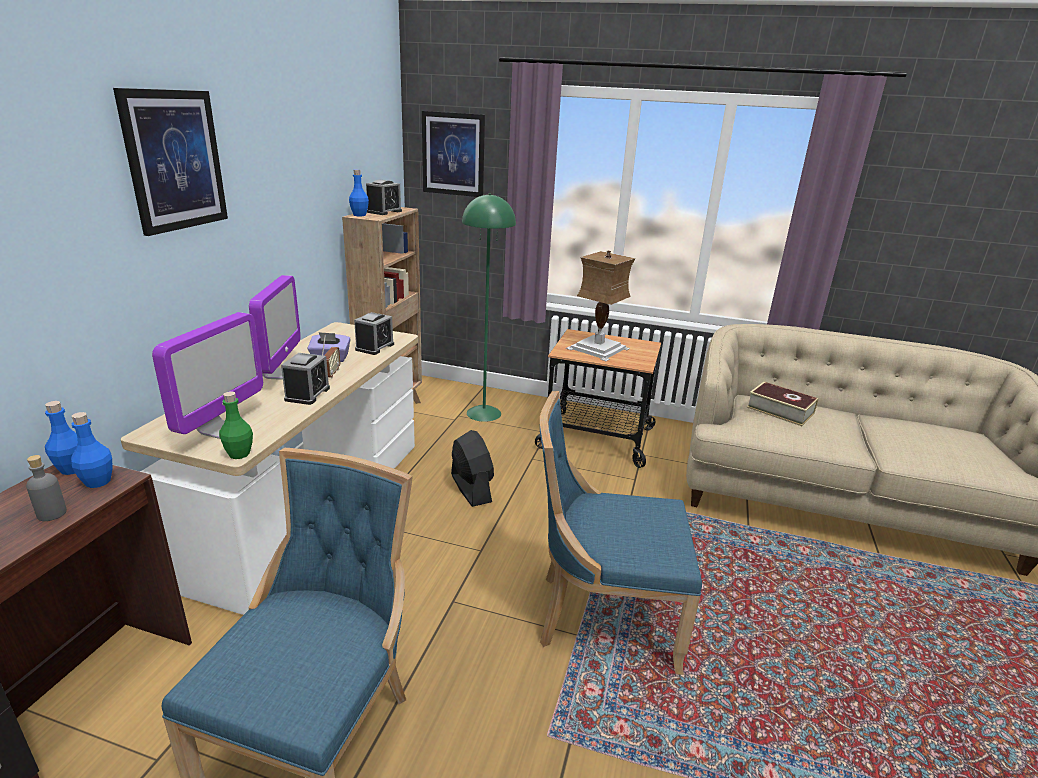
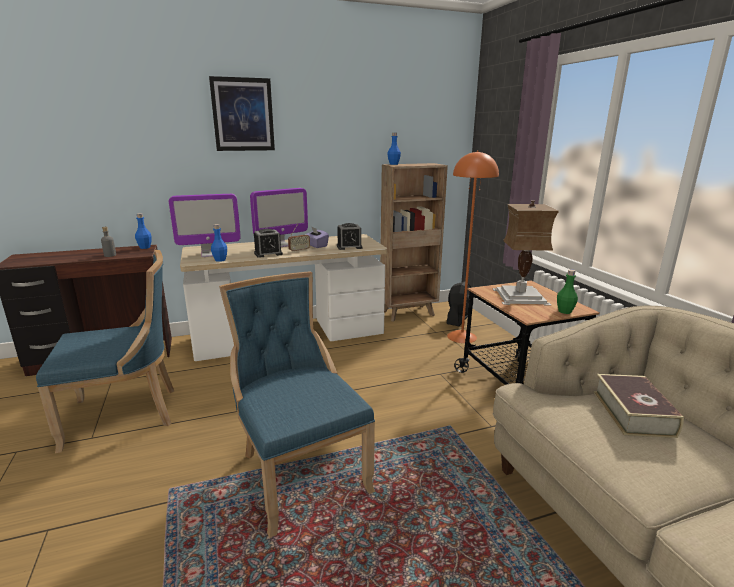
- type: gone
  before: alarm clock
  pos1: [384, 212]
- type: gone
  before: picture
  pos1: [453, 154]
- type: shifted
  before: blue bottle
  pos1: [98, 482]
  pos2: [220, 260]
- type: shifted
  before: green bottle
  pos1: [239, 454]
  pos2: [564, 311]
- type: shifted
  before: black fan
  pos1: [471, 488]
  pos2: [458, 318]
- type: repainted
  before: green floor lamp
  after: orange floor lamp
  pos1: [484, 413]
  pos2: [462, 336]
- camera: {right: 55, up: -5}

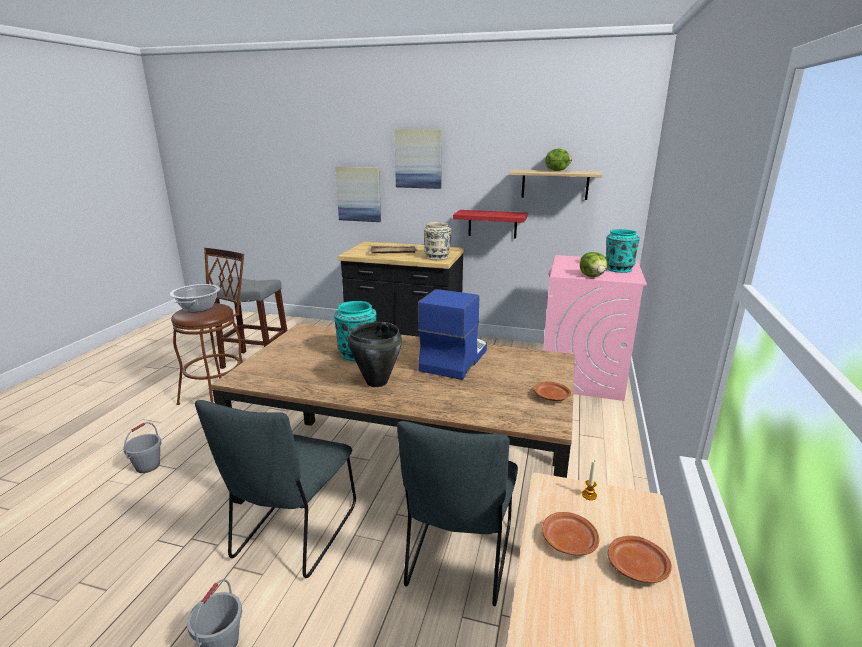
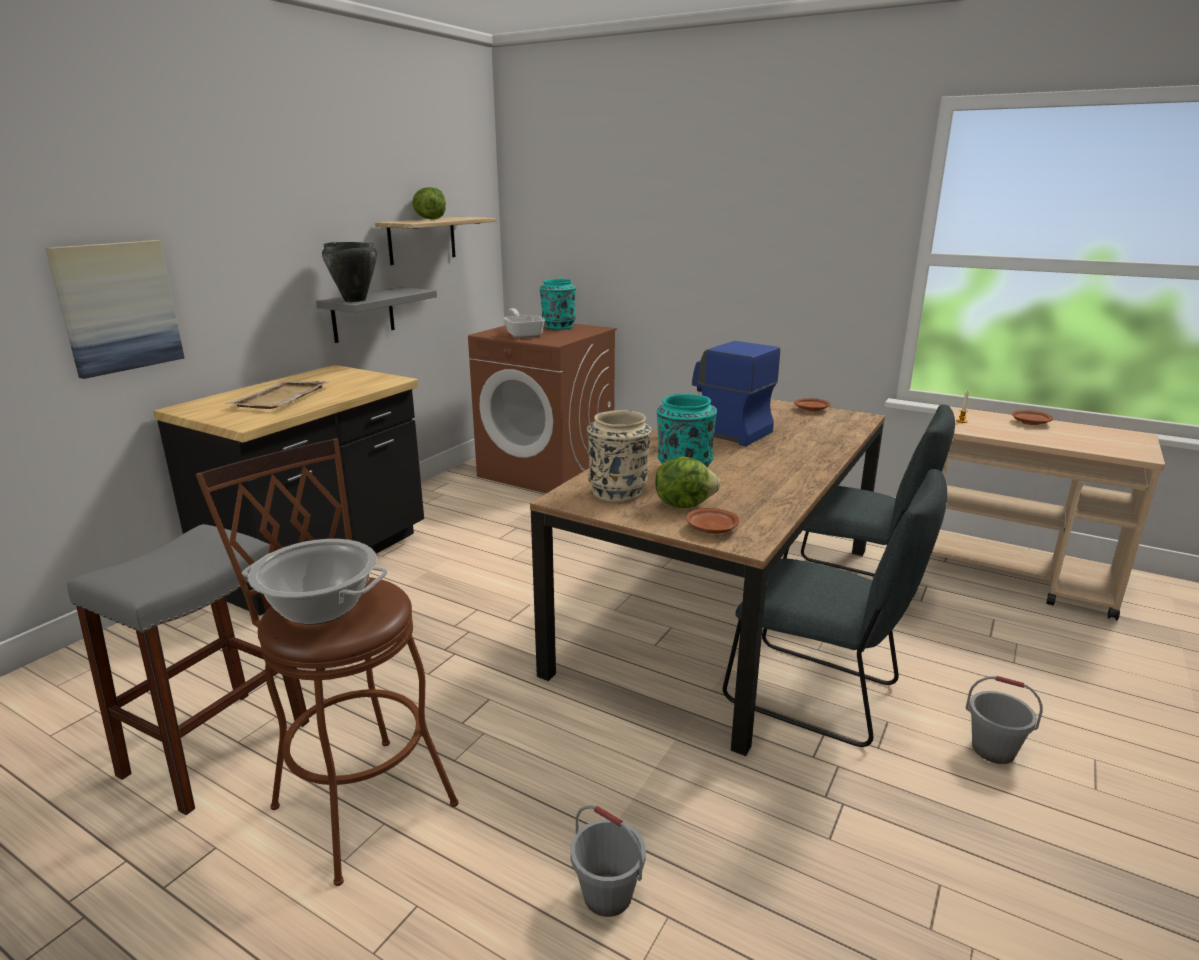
- type: gone
  before: picture
  pos1: [418, 159]
- type: new
  after: frying pan
  pos2: [523, 334]
- type: shifted
  before: black cooking pot
  pos1: [376, 382]
  pos2: [355, 300]
- type: shifted
  before: beige vase
  pos1: [437, 257]
  pos2: [618, 492]
- type: shifted
  before: brown plate
  pos1: [568, 541]
  pos2: [711, 529]
- type: shifted
  before: lettuce
  pos1: [592, 276]
  pos2: [683, 504]
- type: repainted
  before: red shelf
  after: grey shelf
  pos1: [492, 224]
  pos2: [363, 314]
- type: repainted
  before: pink washing machine
  after: brown washing machine
  pos1: [581, 376]
  pos2: [547, 471]
- camera: {right: -75, up: 0}

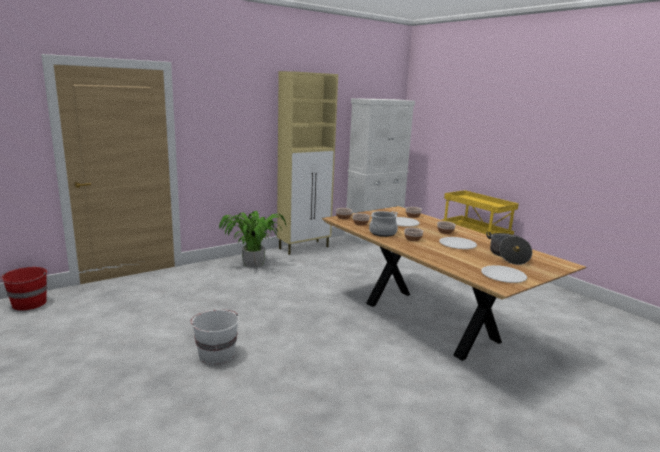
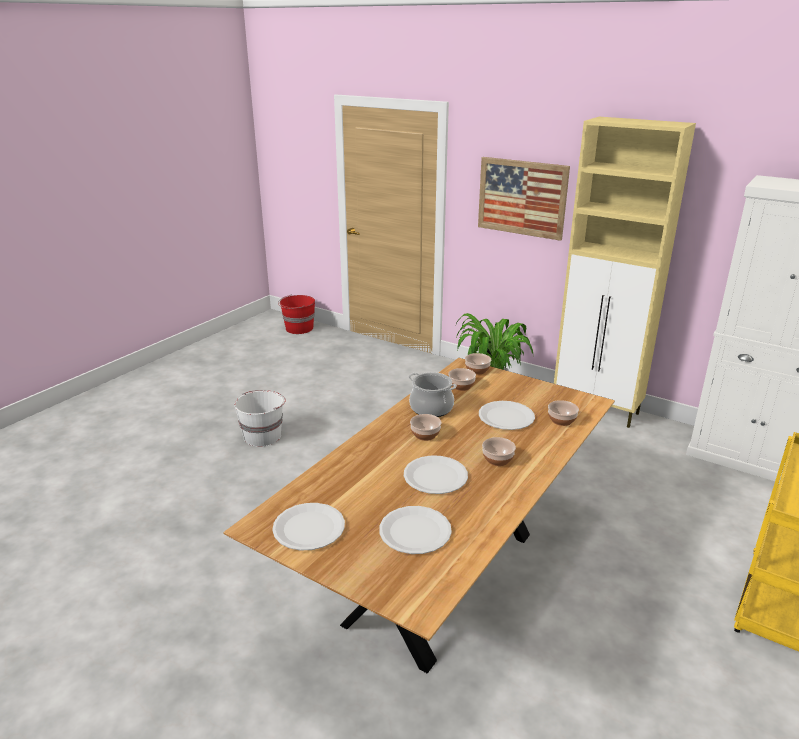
- type: new
  after: picture
  pos2: [522, 197]
- type: swapped
  before: cooking pot
  after: white plate
  pos1: [507, 256]
  pos2: [415, 532]
- camera: {right: 70, up: 10}

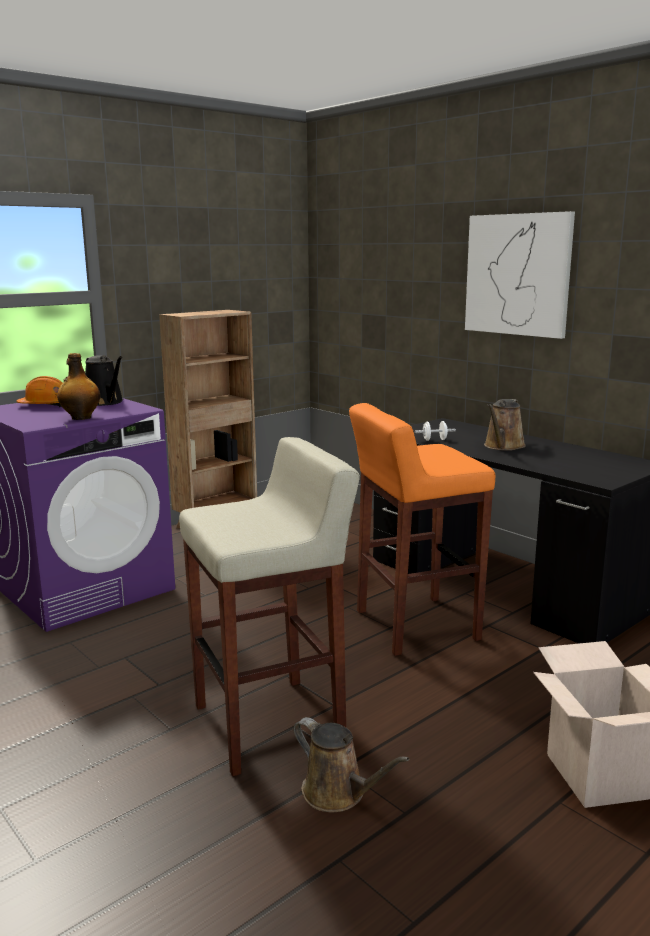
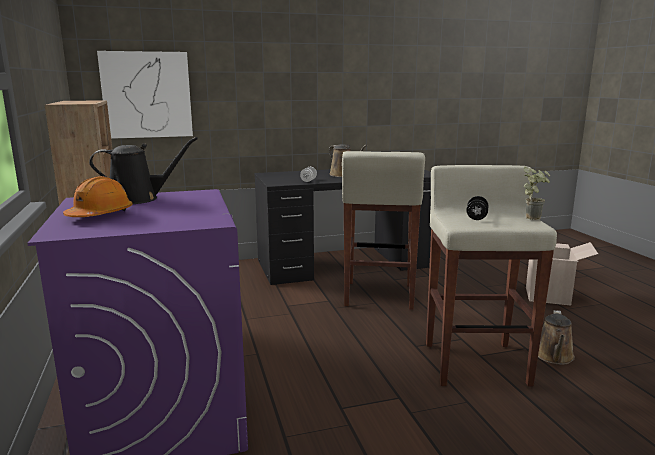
- type: gone
  before: bottle
  pos1: [80, 418]
- type: new
  after: black dumbbell
  pos2: [476, 218]
- type: new
  after: potted plant
  pos2: [533, 217]
- type: shifted
  before: picture
  pos1: [518, 274]
  pos2: [147, 95]
- type: repainted
  before: orange stool
  after: beige stool
  pos1: [414, 625]
  pos2: [378, 296]
- type: rotated
  before: brown watering can
  pos1: [338, 793]
  pos2: [554, 357]
  turn: 135
- camera: {right: -65, up: 0}

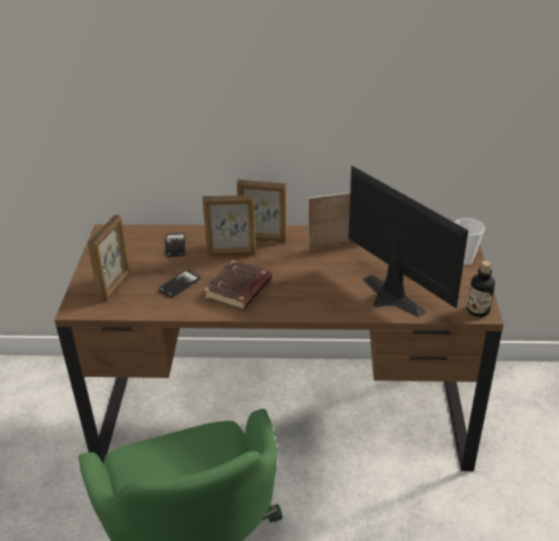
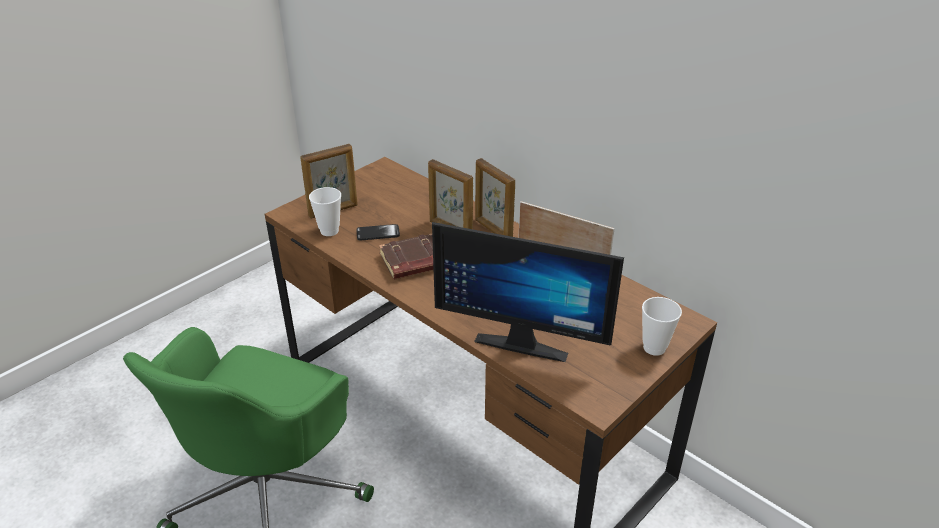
- type: gone
  before: phone
  pos1: [175, 245]
- type: gone
  before: bottle
  pos1: [478, 310]
- type: new
  after: cup
  pos2: [329, 231]
- type: rotated
  before: monitor
  pos1: [386, 299]
  pos2: [523, 340]
  turn: 105
- camera: {right: 40, up: 0}

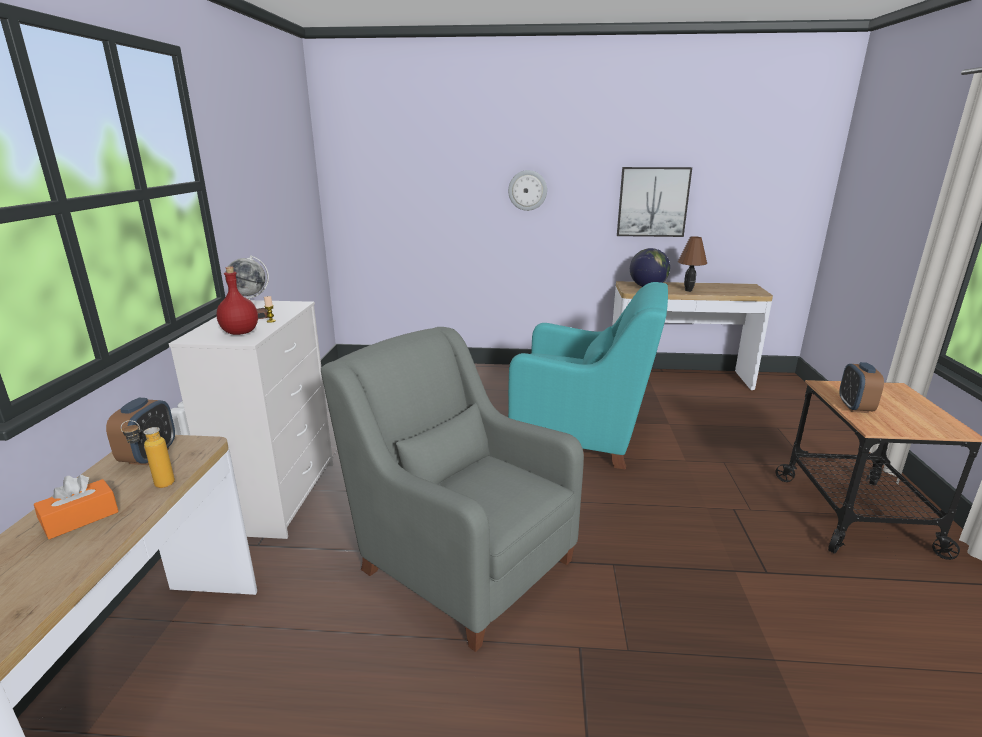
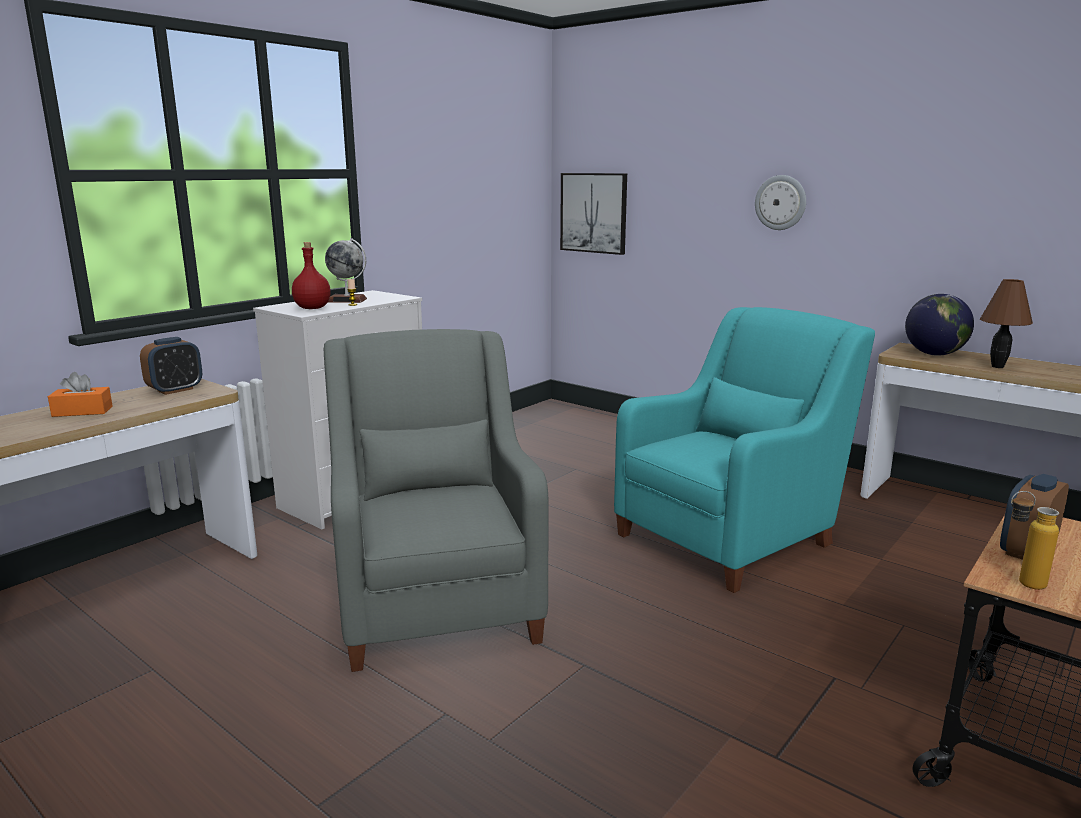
- type: shifted
  before: bottle
  pos1: [156, 485]
  pos2: [1020, 583]
- type: shifted
  before: picture
  pos1: [652, 202]
  pos2: [594, 213]
- type: rotated
  before: turquoise armchair
  pos1: [582, 436]
  pos2: [730, 536]
  turn: -90
- camera: {right: 35, up: -5}

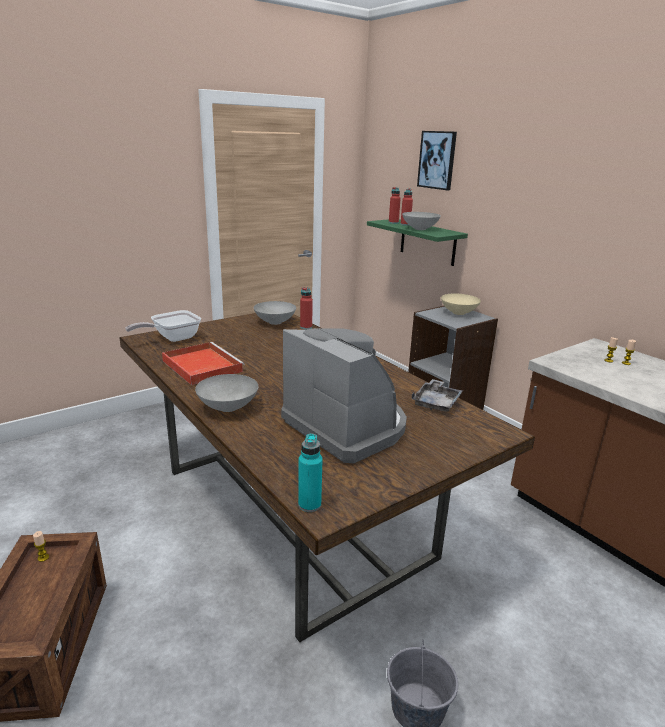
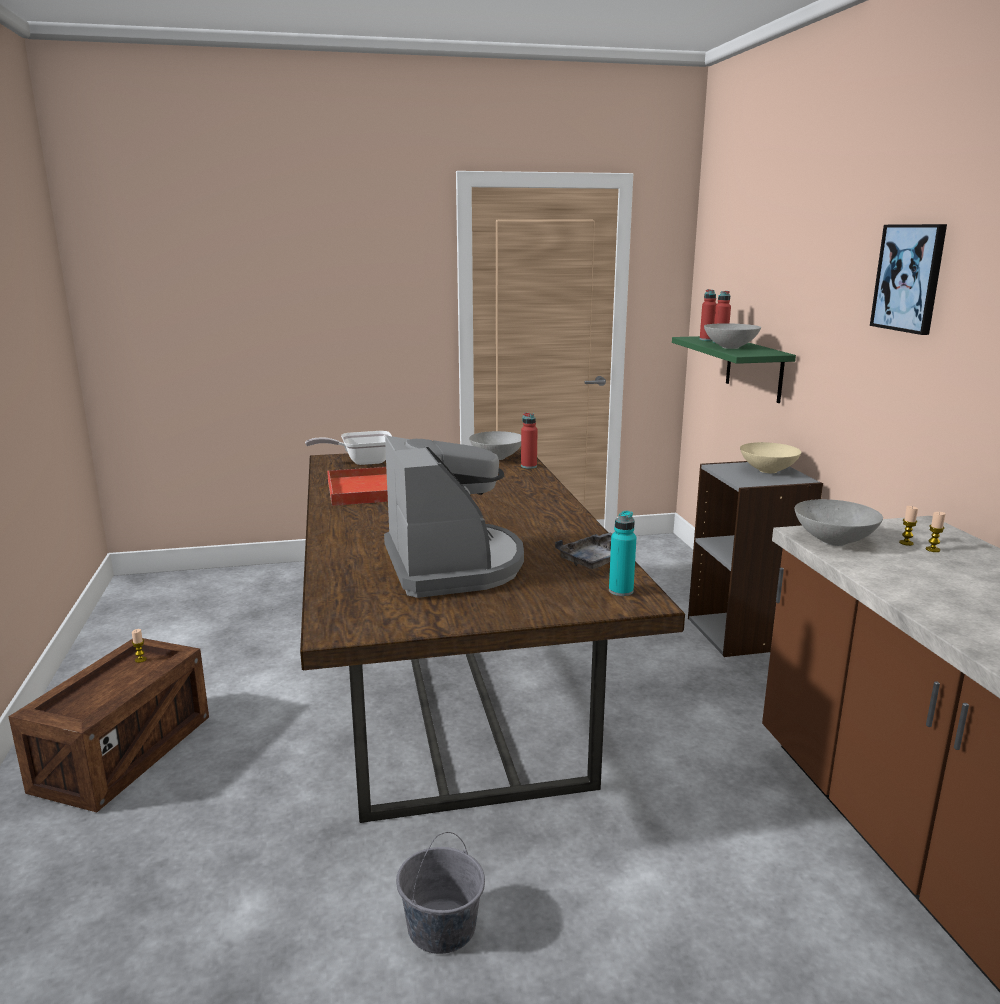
- type: shifted
  before: grey bowl
  pos1: [229, 407]
  pos2: [835, 541]
- type: shifted
  before: turquoise bottle
  pos1: [309, 505]
  pos2: [621, 591]
- type: shifted
  before: picture
  pos1: [437, 160]
  pos2: [909, 278]
- camera: {right: 25, up: -5}

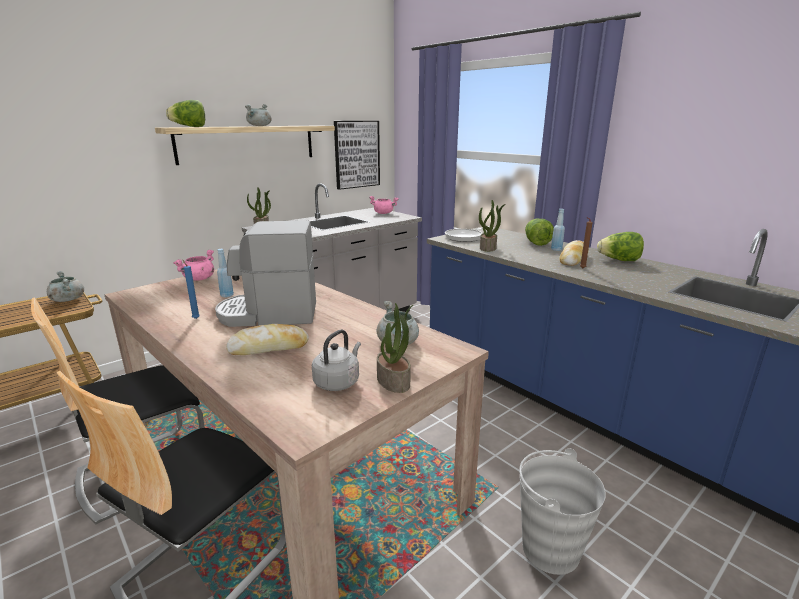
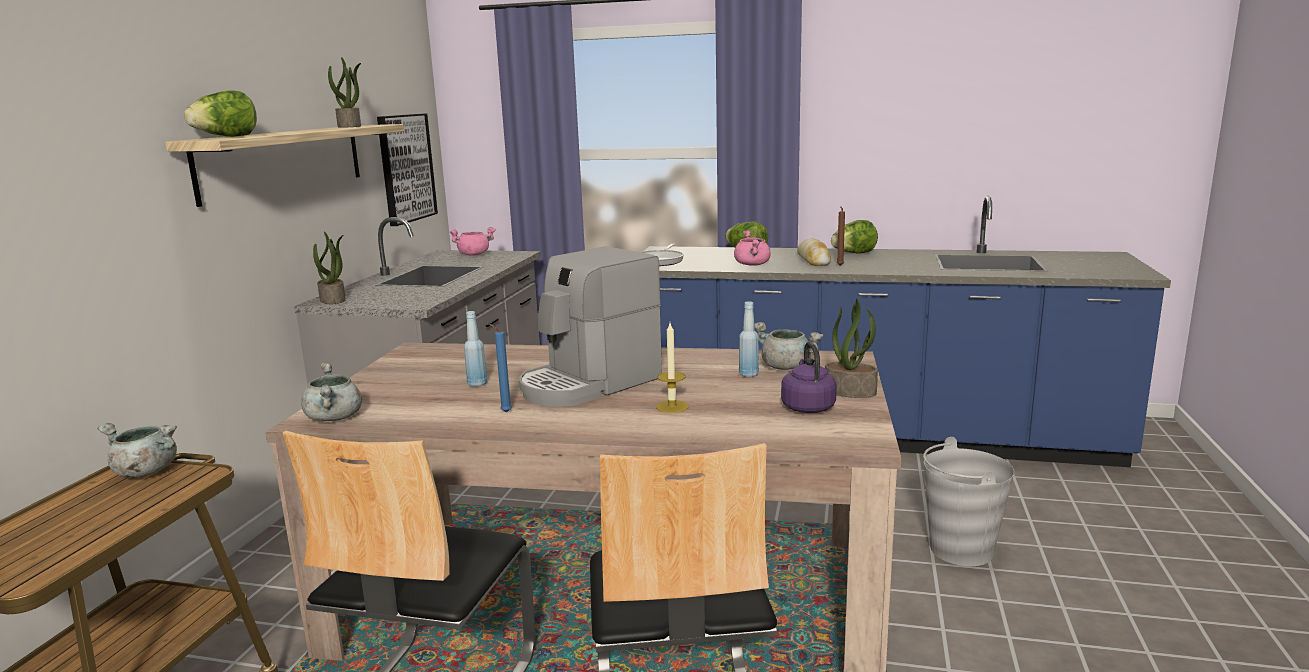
- type: shifted
  before: pink cooking pot
  pos1: [199, 279]
  pos2: [752, 265]
- type: shifted
  before: grey cooking pot
  pos1: [259, 126]
  pos2: [335, 418]
- type: shifted
  before: potted plant
  pos1: [488, 248]
  pos2: [350, 126]
- type: shifted
  before: blue bottle
  pos1: [556, 250]
  pos2: [748, 374]
- type: swapped
  before: bread
  after: candle
  pos1: [269, 347]
  pos2: [672, 407]
- type: repainted
  before: grey kettle
  after: purple kettle
  pos1: [338, 382]
  pos2: [807, 406]
- camera: {right: -35, up: -5}

